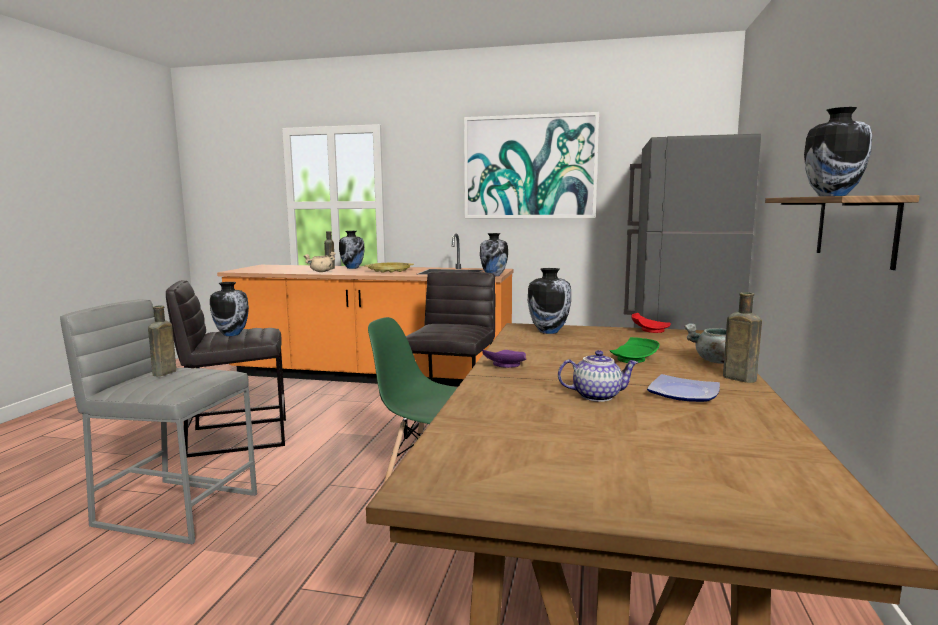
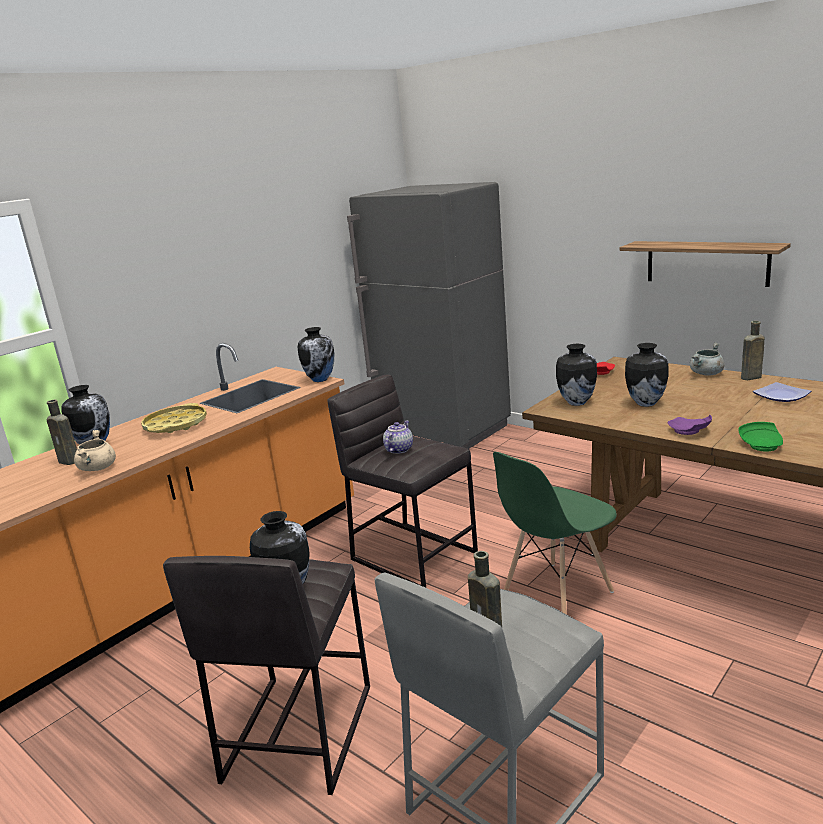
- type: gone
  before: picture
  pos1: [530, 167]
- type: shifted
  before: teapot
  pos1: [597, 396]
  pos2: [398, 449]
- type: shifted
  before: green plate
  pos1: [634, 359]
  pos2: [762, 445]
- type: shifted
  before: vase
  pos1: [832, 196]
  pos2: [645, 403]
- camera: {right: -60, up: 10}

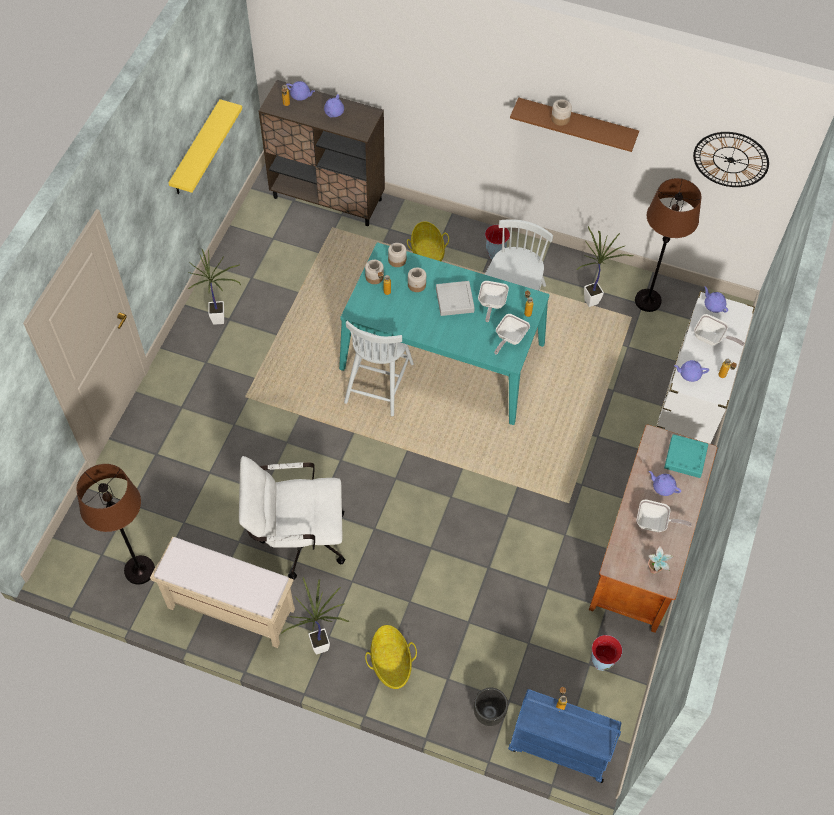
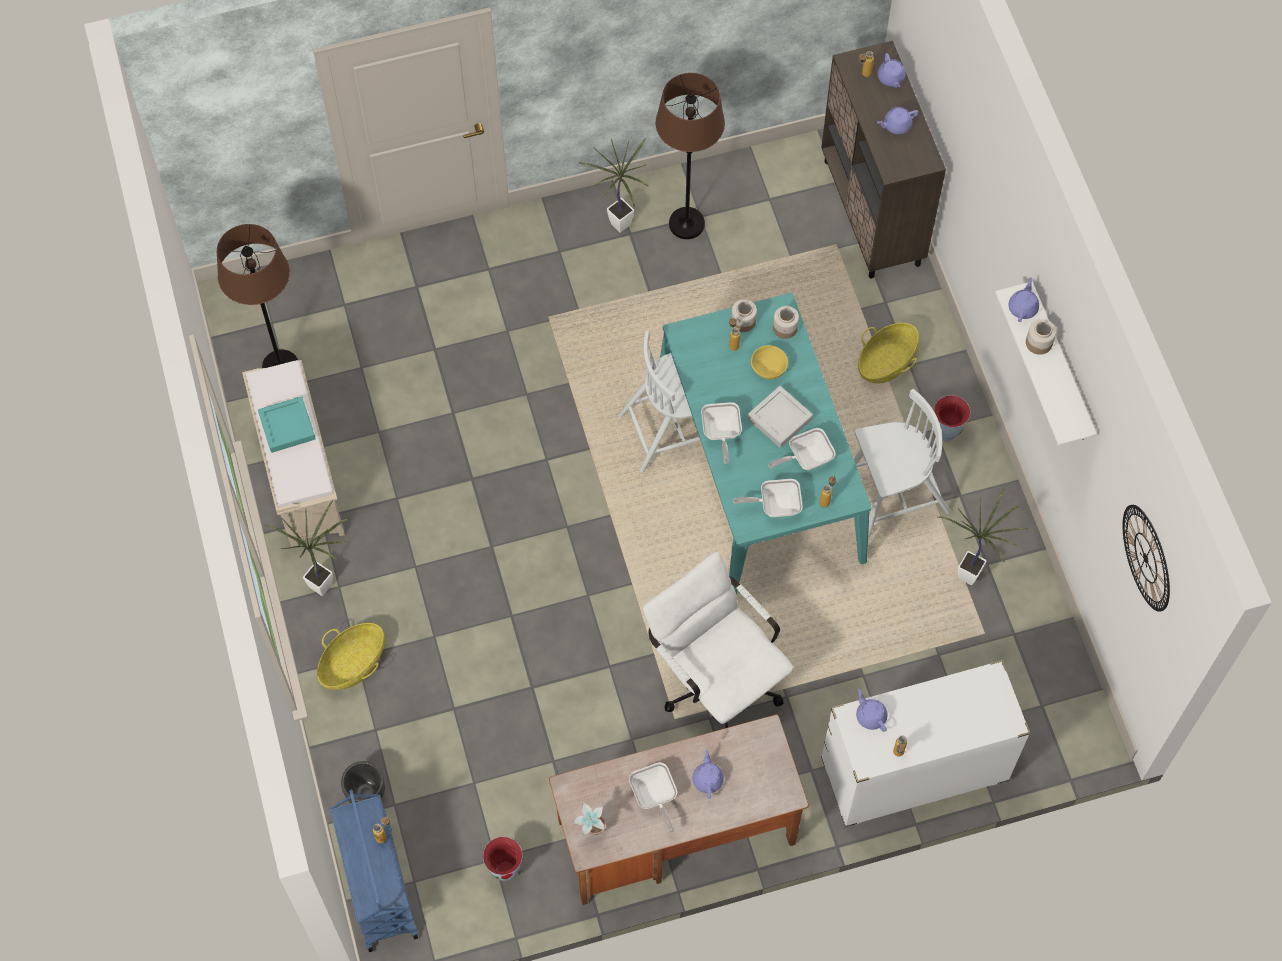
- type: gone
  before: yellow shelf
  pos1: [196, 149]
- type: shifted
  before: white office chair
  pos1: [297, 539]
  pos2: [715, 680]
- type: shifted
  before: brown floor lamp
  pos1: [647, 300]
  pos2: [687, 223]
- type: shifted
  before: turquoise tray
  pos1: [685, 458]
  pos2: [287, 427]
- type: shifted
  before: frying pan
  pos1: [711, 338]
  pos2: [720, 433]
- type: shifted
  before: purple teapot
  pos1: [713, 305]
  pos2: [1023, 307]
- type: swapped
  before: jar
  after: yellow bowl
  pos1: [417, 285]
  pos2: [768, 369]
- type: repainted
  before: brown shelf
  after: white shelf
  pos1: [576, 124]
  pos2: [1060, 366]
- camera: {right: 55, up: 5}

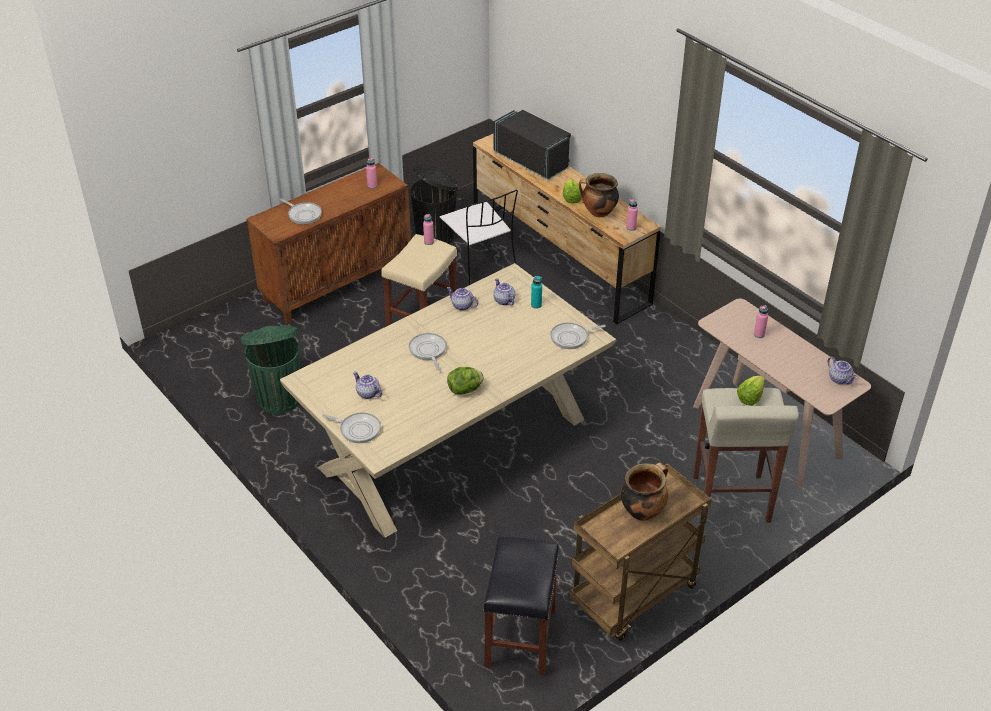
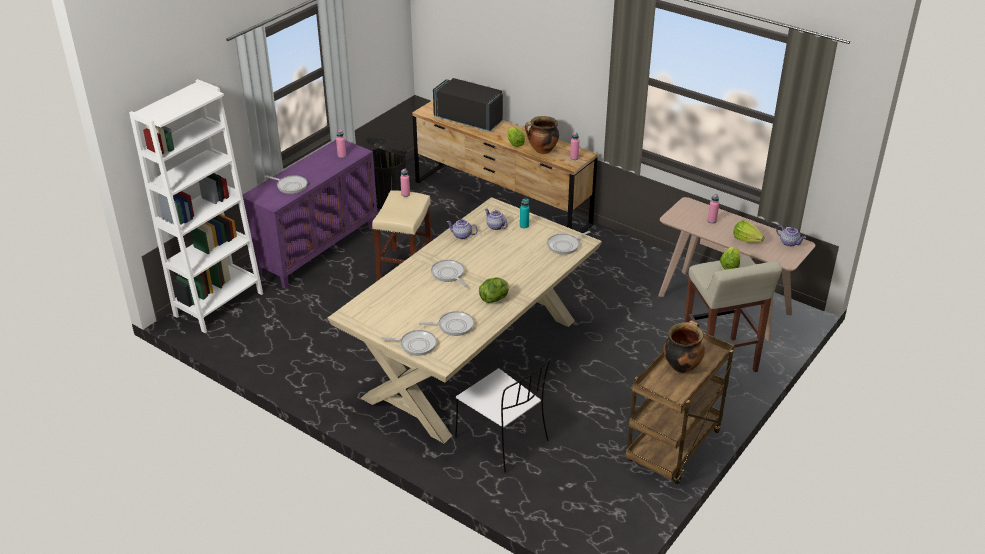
- type: gone
  before: green trash can
  pos1: [279, 397]
- type: gone
  before: teapot
  pos1: [367, 393]
- type: gone
  before: black stool
  pos1: [520, 637]
- type: new
  after: white bookcase
  pos2: [218, 304]
- type: new
  after: frying pan
  pos2: [453, 326]
- type: new
  after: lettuce
  pos2: [746, 240]
- type: shifted
  before: white chair
  pos1: [479, 264]
  pos2: [503, 440]
- type: repainted
  before: brown cabinet
  after: purple cabinet
  pos1: [337, 283]
  pos2: [317, 249]
- camera: {right: -15, up: -5}

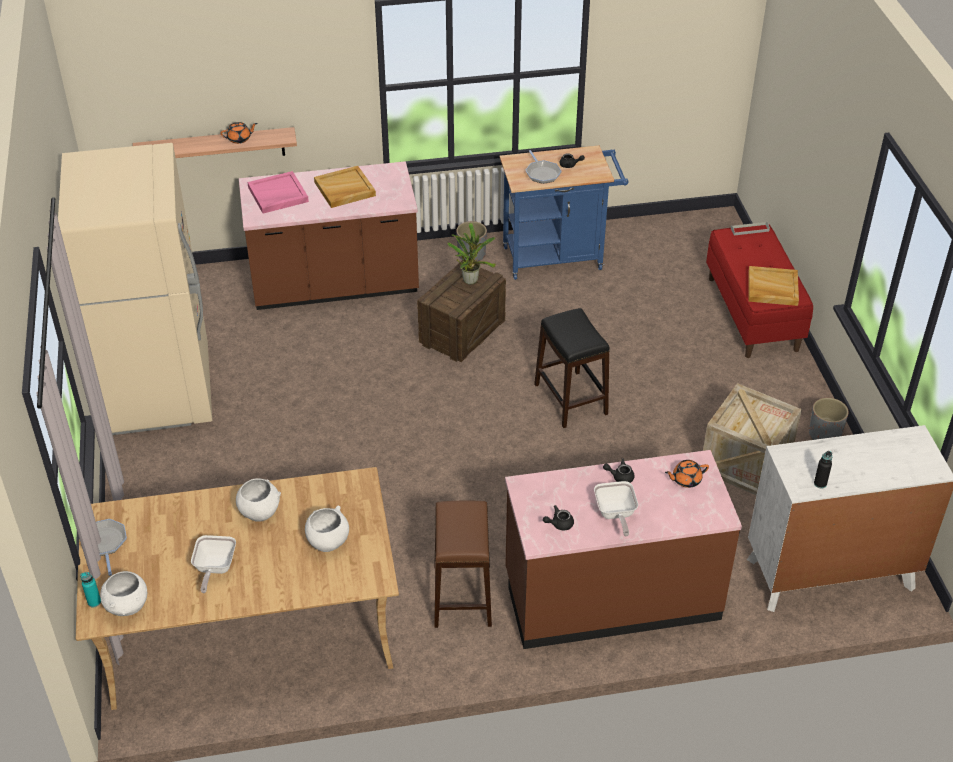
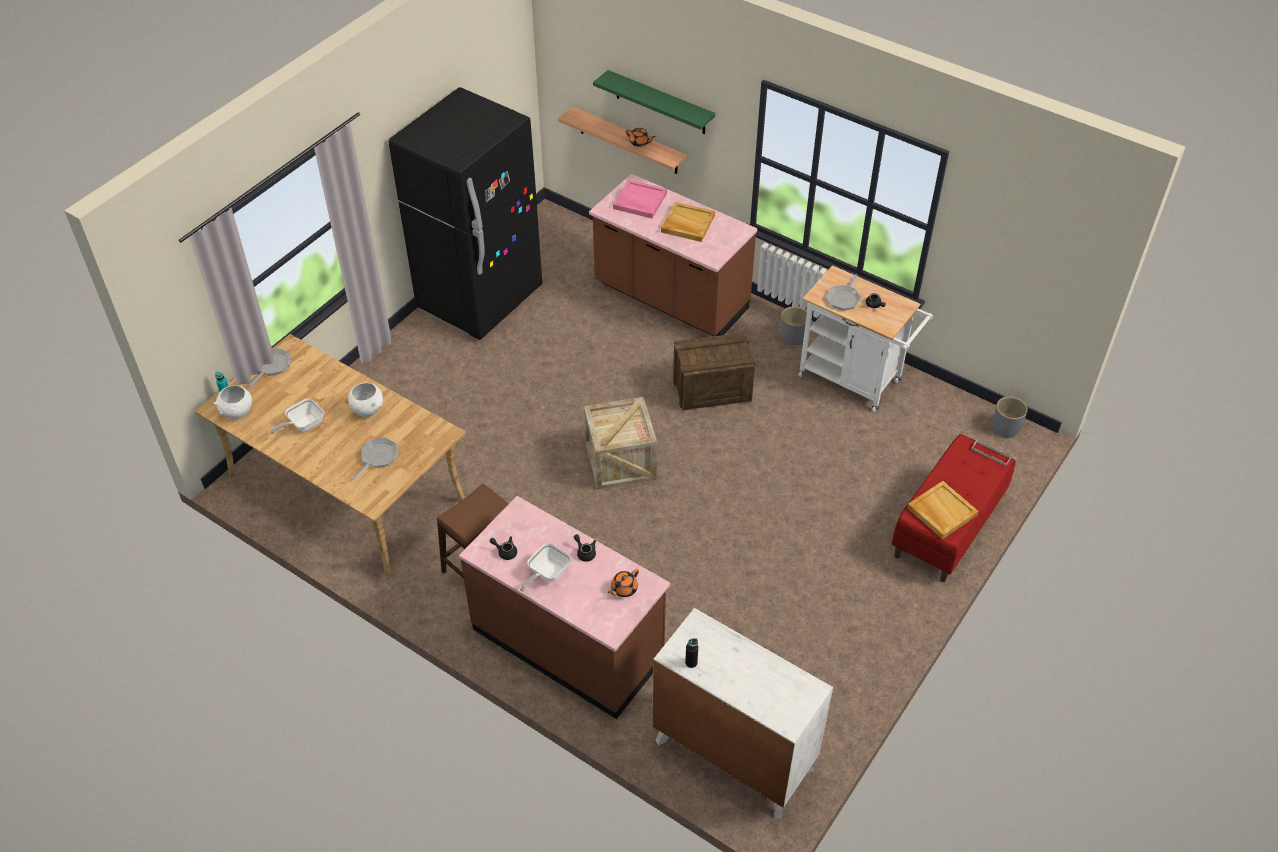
- type: gone
  before: potted plant
  pos1: [471, 279]
- type: gone
  before: black stool
  pos1: [571, 399]
- type: new
  after: green shelf
  pos2: [660, 103]
- type: shifted
  before: crate
  pos1: [745, 463]
  pos2: [620, 461]
- type: shifted
  before: grey planter
  pos1: [824, 434]
  pos2: [1005, 428]
- type: swapped
  before: white bowl
  after: frying pan
  pos1: [328, 542]
  pos2: [378, 457]
- type: repainted
  before: beige fridge
  after: black fridge
  pos1: [161, 390]
  pos2: [480, 299]
- type: repainted
  before: blue cart
  after: white cart
  pos1: [559, 257]
  pos2: [855, 381]
- type: rotated
  before: orange teapot
  pos1: [686, 480]
  pos2: [623, 589]
  turn: -75
- camera: {right: 45, up: 5}

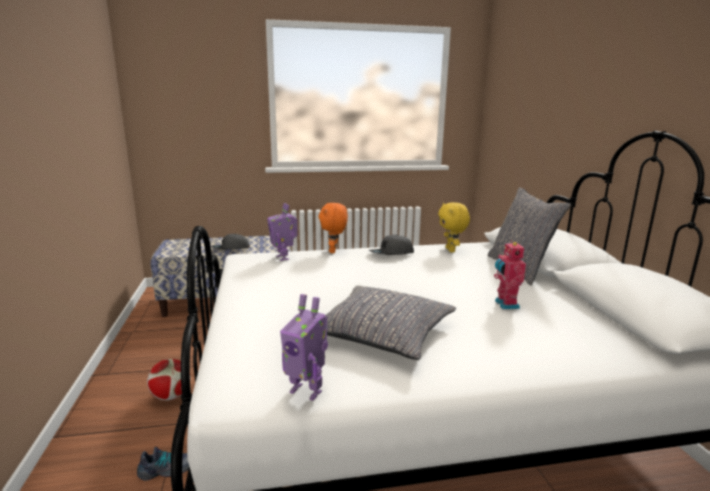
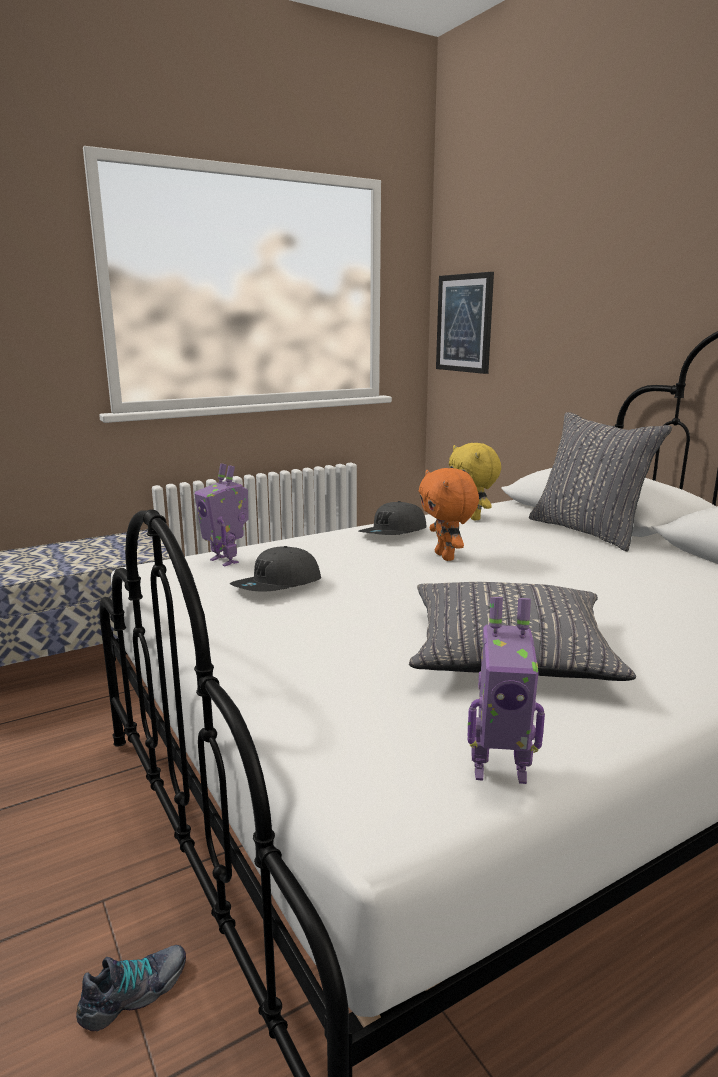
- type: gone
  before: football
  pos1: [171, 396]
- type: gone
  before: toy robot
  pos1: [505, 304]
- type: new
  after: picture
  pos2: [464, 323]
- type: shifted
  before: grey cap
  pos1: [230, 249]
  pos2: [277, 586]
- type: shifted
  before: orange plush toy
  pos1: [334, 251]
  pos2: [446, 557]
- camera: {right: -20, up: 0}

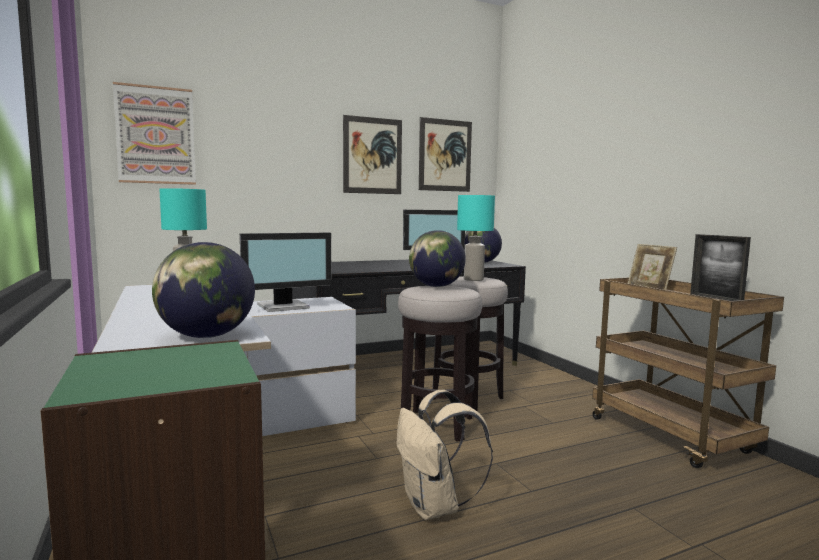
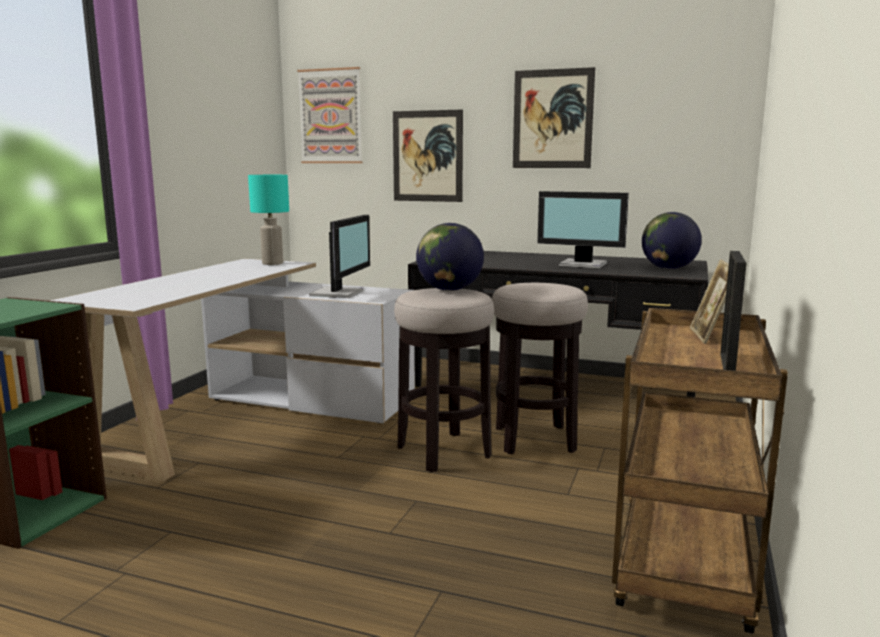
- type: gone
  before: globe
  pos1: [206, 336]
- type: gone
  before: beige backpack
  pos1: [435, 507]
- type: gone
  before: turquoise table lamp
  pos1: [473, 280]
- type: shifted
  before: picture
  pos1: [445, 155]
  pos2: [427, 156]
- type: rotated
  before: monitor
  pos1: [284, 306]
  pos2: [339, 293]
  turn: -90
- camera: {right: 45, up: 5}

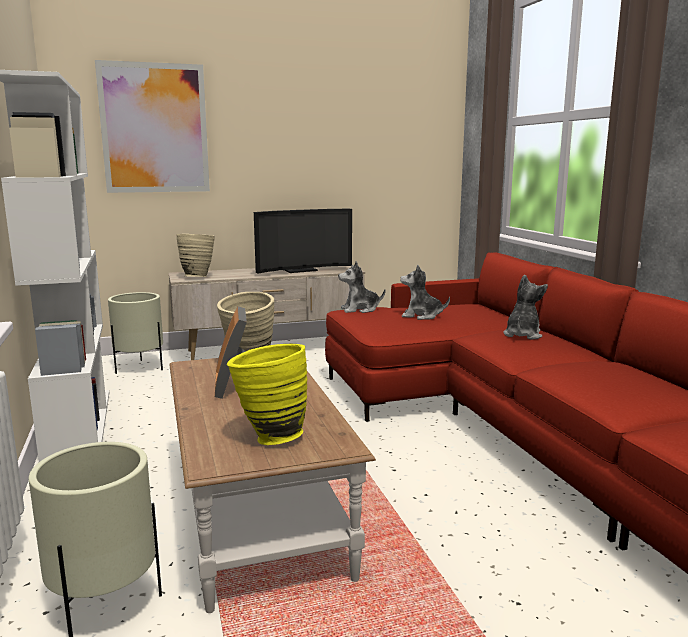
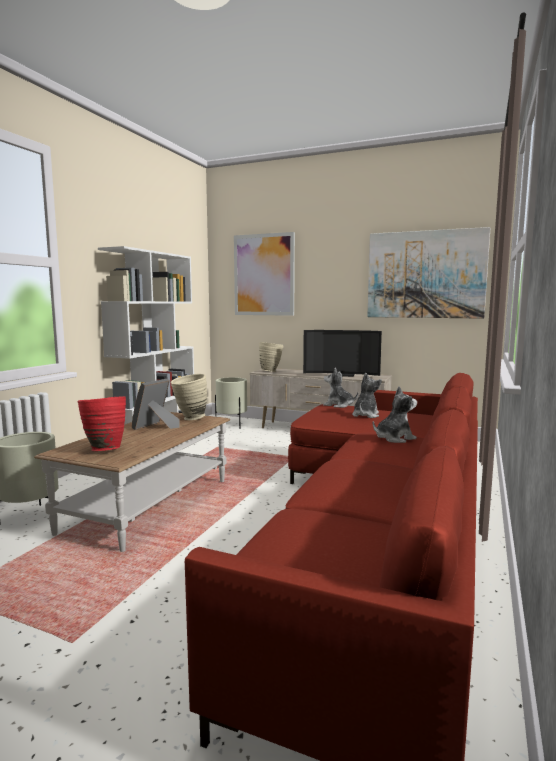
- type: new
  after: picture
  pos2: [425, 274]
- type: repainted
  before: yellow vase
  after: red vase
  pos1: [269, 437]
  pos2: [104, 449]
- type: rotated
  before: plush toy
  pos1: [421, 316]
  pos2: [365, 415]
  turn: 60
- camera: {right: 40, up: -5}

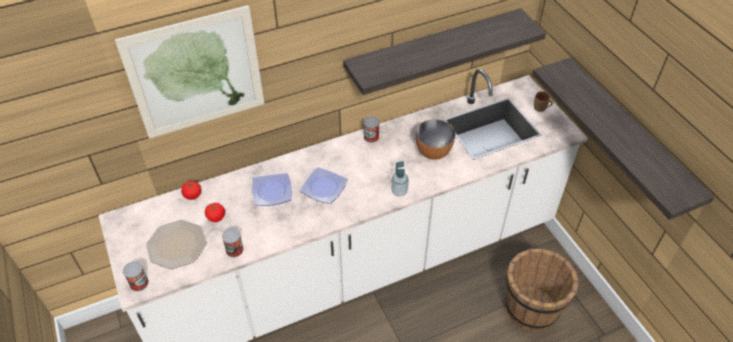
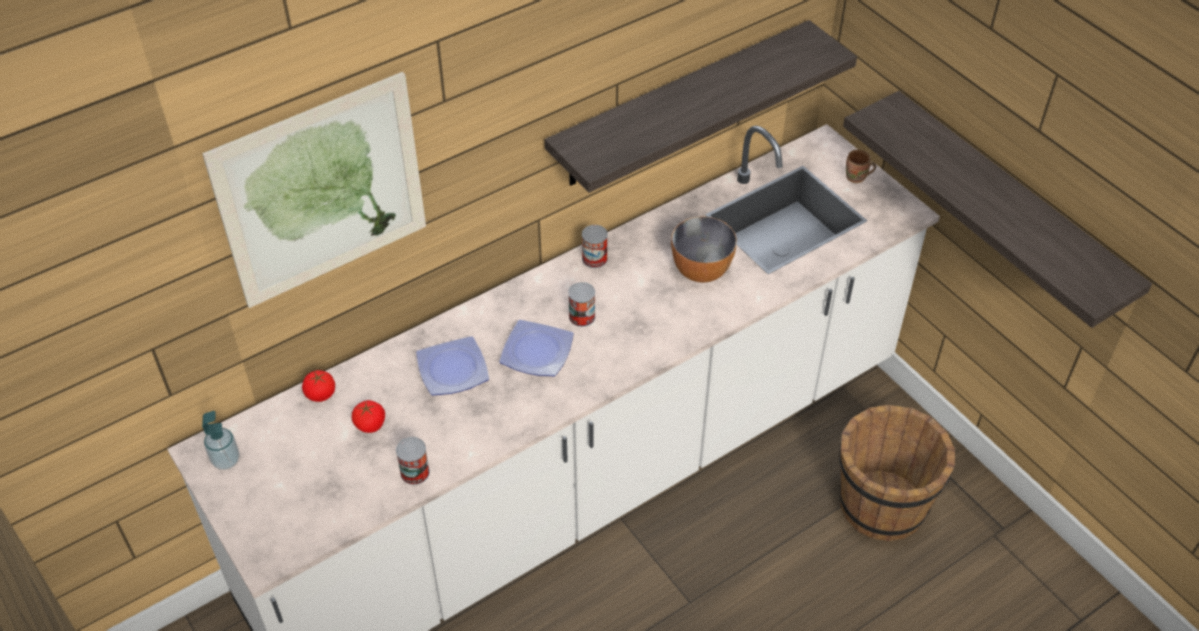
- type: gone
  before: plate
  pos1: [177, 245]
- type: shifted
  before: can
  pos1: [139, 283]
  pos2: [582, 316]
- type: shifted
  before: soap dispenser
  pos1: [399, 191]
  pos2: [226, 460]
- camera: {right: -10, up: 0}

